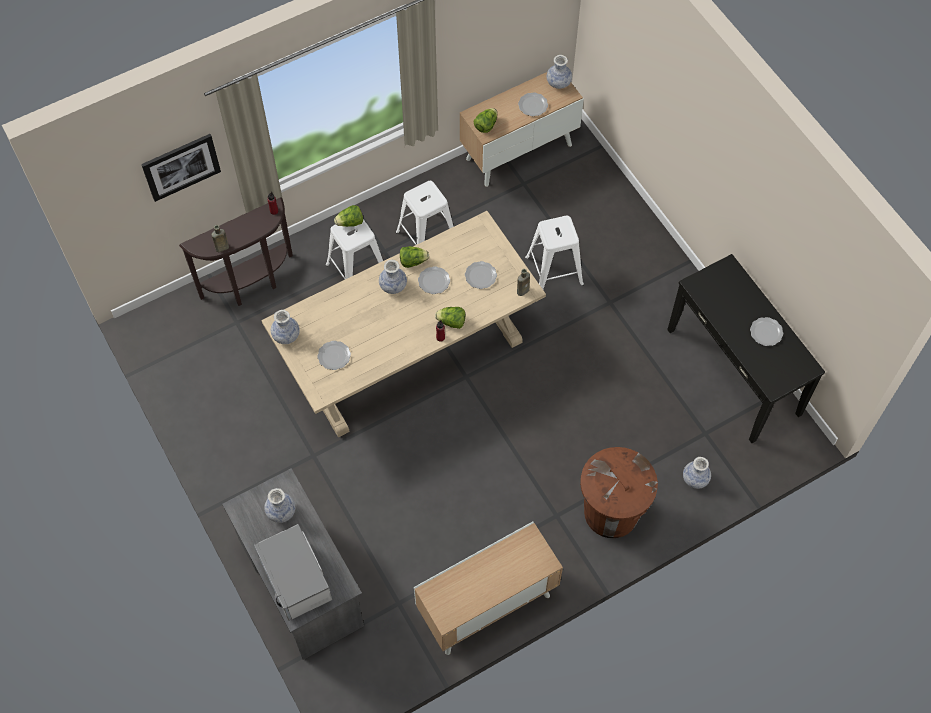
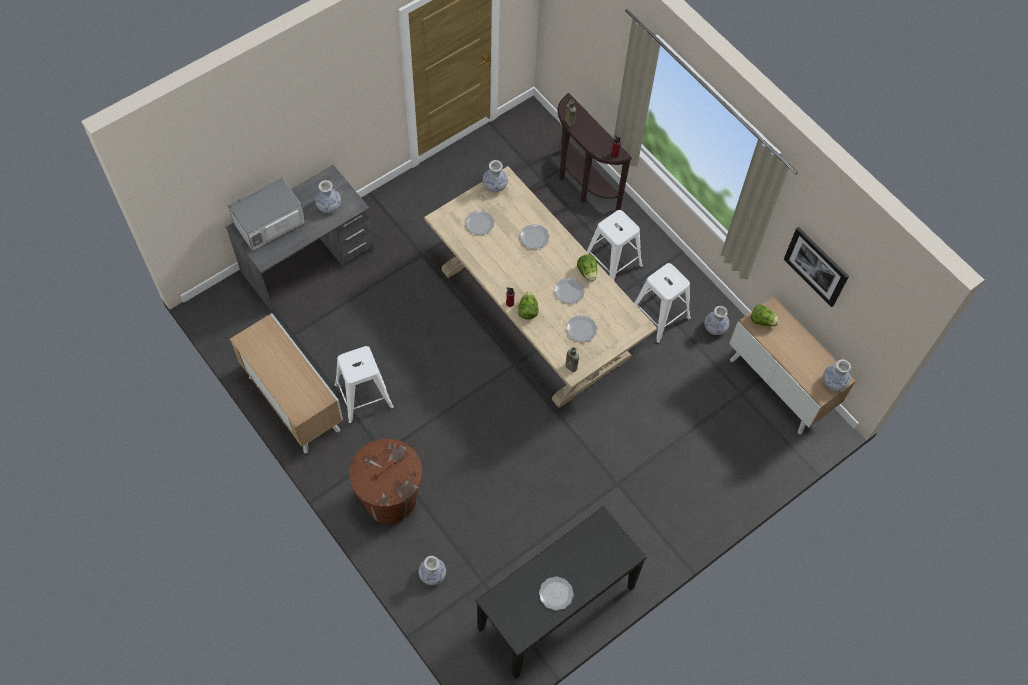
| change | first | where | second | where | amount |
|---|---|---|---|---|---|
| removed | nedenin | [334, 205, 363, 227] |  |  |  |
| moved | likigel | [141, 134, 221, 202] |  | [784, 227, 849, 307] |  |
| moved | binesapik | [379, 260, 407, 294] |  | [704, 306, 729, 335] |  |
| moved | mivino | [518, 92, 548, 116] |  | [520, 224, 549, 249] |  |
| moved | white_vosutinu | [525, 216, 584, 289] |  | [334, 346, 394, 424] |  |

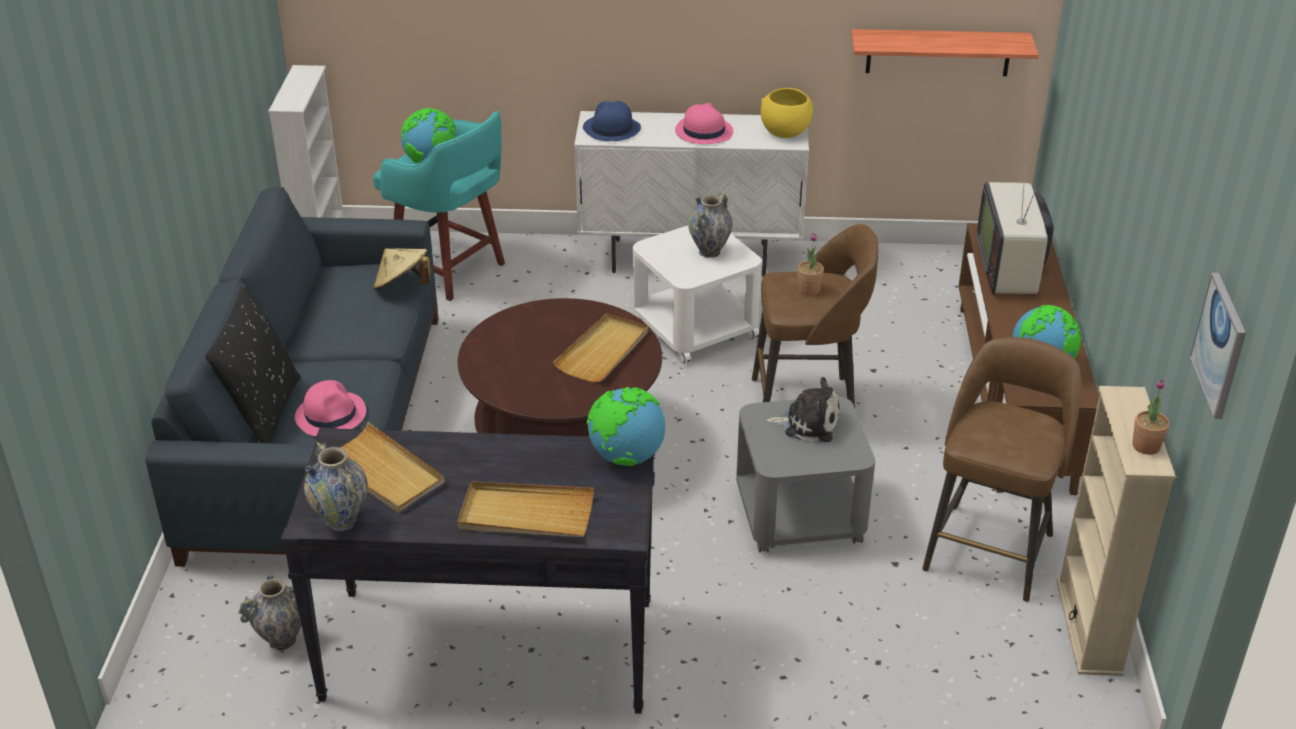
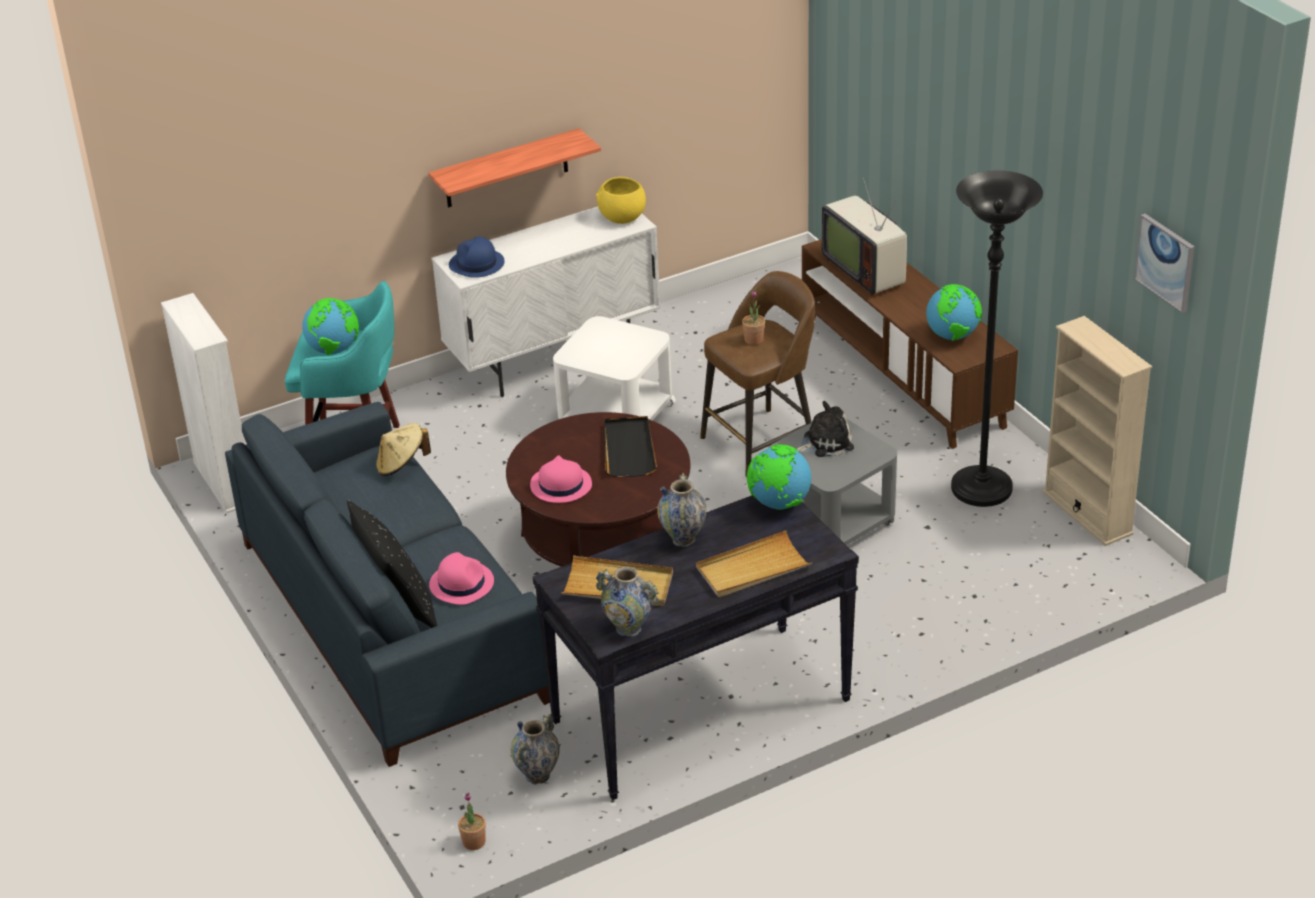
| change | first | where | second | where | amount |
|---|---|---|---|---|---|
| moved | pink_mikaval | [675, 103, 733, 144] |  | [530, 455, 592, 503] |  |
| moved | binesapik | [688, 193, 732, 258] |  | [657, 473, 707, 547] |  |
| moved | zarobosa | [851, 29, 1039, 76] |  | [428, 128, 601, 207] |  |
| moved | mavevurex | [1132, 380, 1170, 455] |  | [458, 792, 486, 850] |  |
| replaced | brown_vosutinu | [923, 337, 1081, 602] | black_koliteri | [951, 170, 1043, 507] |  |
| recoloured | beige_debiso | [553, 313, 648, 382] | black_debiso | [604, 416, 657, 477] |  |

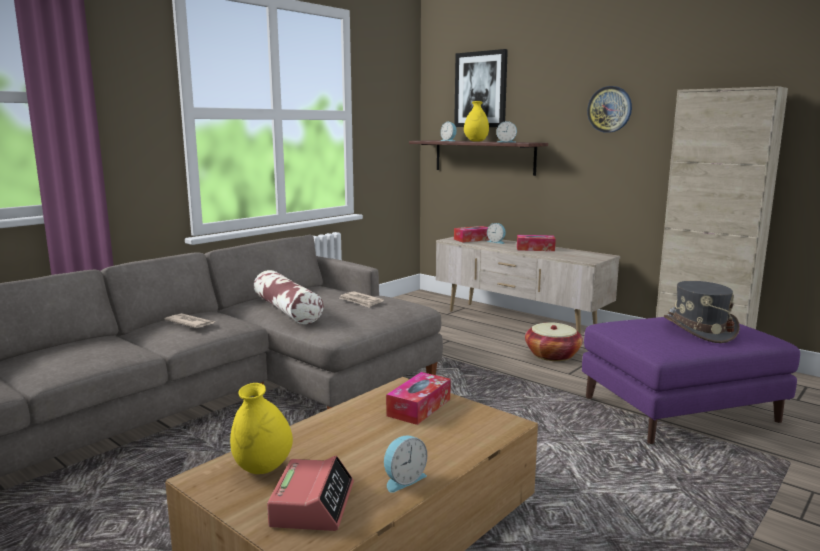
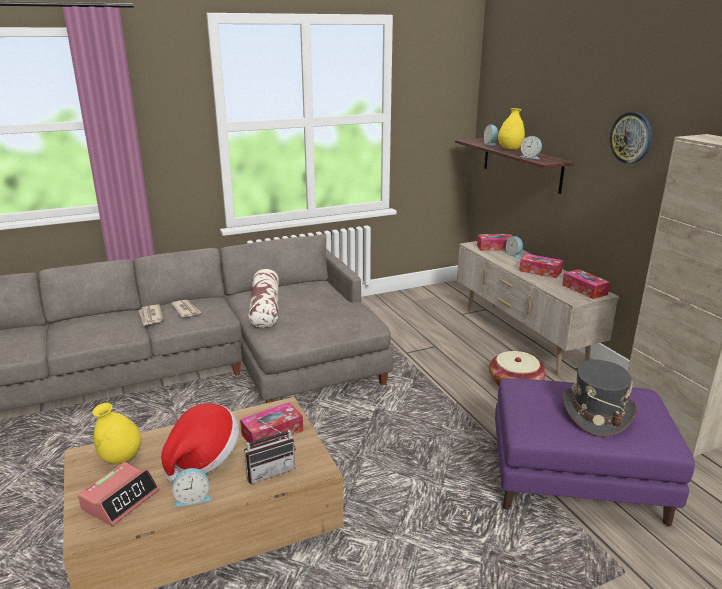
| change | first | where | second | where | amount |
|---|---|---|---|---|---|
| removed | likigel | [454, 49, 508, 127] |  |  |  |
| added |  |  | mikaval | [161, 403, 239, 482] |  |
| added |  |  | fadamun | [244, 418, 296, 484] |  |
| added |  |  | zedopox | [562, 269, 610, 299] |  |
| moved | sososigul | [339, 291, 384, 308] |  | [139, 304, 163, 326] |  |

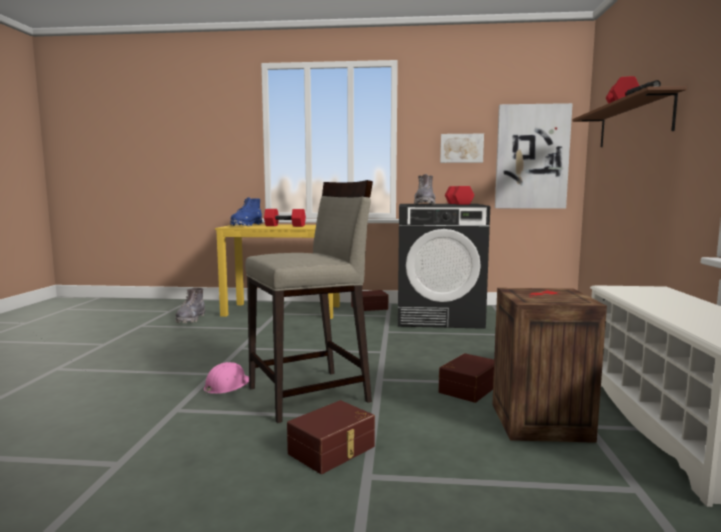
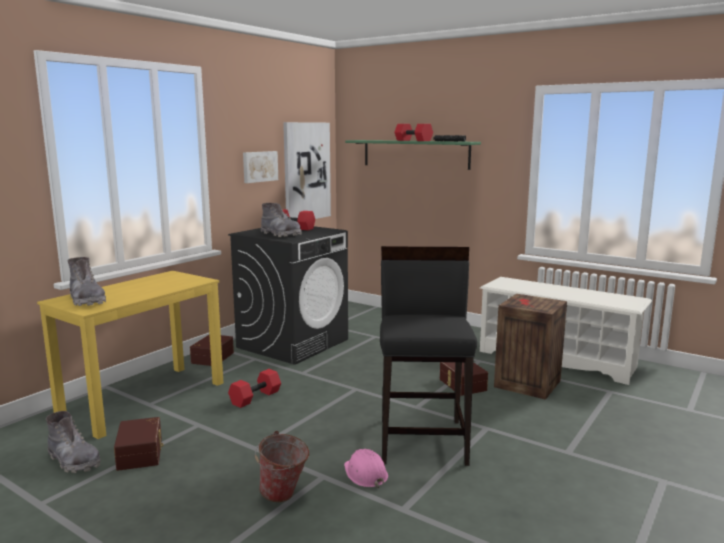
| change | first | where | second | where | amount |
|---|---|---|---|---|---|
| added |  |  | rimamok | [255, 431, 309, 502] |  |
| moved | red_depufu | [264, 209, 306, 227] |  | [228, 369, 281, 408] |  |
| moved | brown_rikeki | [287, 400, 375, 474] |  | [114, 417, 163, 471] |  |
| recoloured | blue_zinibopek | [230, 197, 263, 227] | grey_zinibopek | [68, 257, 106, 306] |  |
| recoloured | beige_vosutinu | [245, 180, 373, 423] | black_vosutinu | [380, 246, 477, 466] |  |
| recoloured | brown_zarobosa | [572, 86, 687, 147] | green_zarobosa | [345, 140, 481, 170] |  |

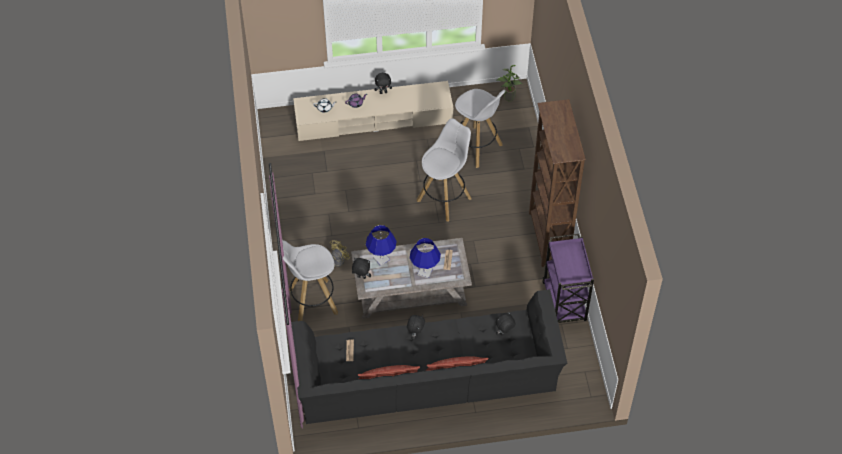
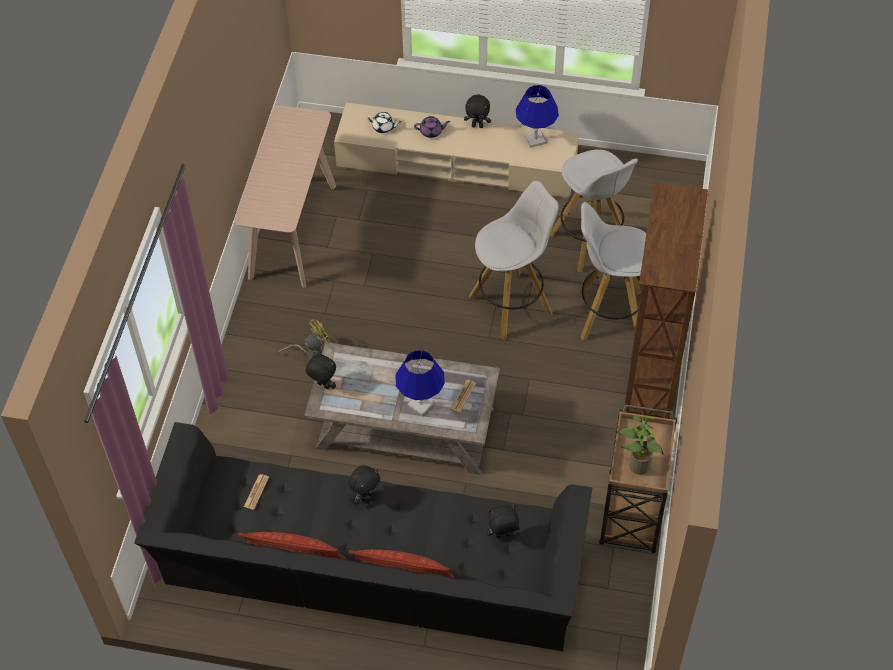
| change | first | where | second | where | amount |
|---|---|---|---|---|---|
| added |  |  | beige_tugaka | [234, 105, 336, 288] |  |
| moved | white_vosutinu | [282, 240, 338, 321] |  | [580, 202, 646, 341] |  |
| moved | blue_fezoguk | [366, 225, 397, 266] |  | [515, 85, 559, 147] |  |
| moved | mavevurex | [496, 65, 522, 102] |  | [615, 416, 664, 475] |  |
| recoloured | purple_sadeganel | [543, 234, 594, 323] | brown_sadeganel | [599, 405, 677, 553] |  |

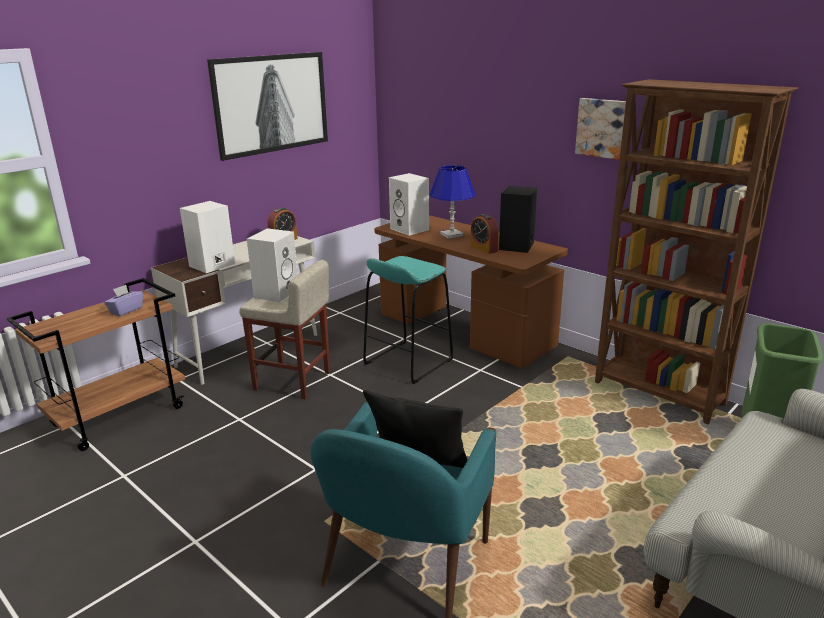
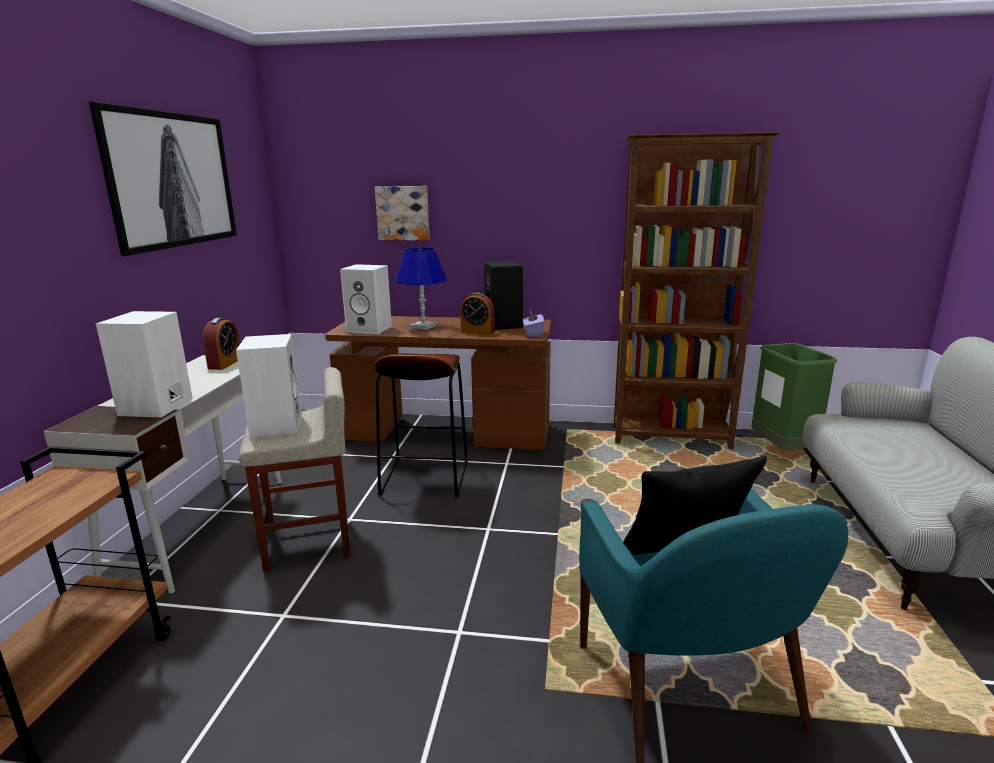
| change | first | where | second | where | amount |
|---|---|---|---|---|---|
| moved | purple_zedopox | [104, 285, 143, 316] |  | [523, 310, 544, 337] |  |
| moved | likigel | [575, 98, 626, 160] |  | [375, 186, 430, 241] |  |
| recoloured | turquoise_vosutinu | [363, 256, 453, 384] | brown_vosutinu | [375, 353, 468, 497] |  |

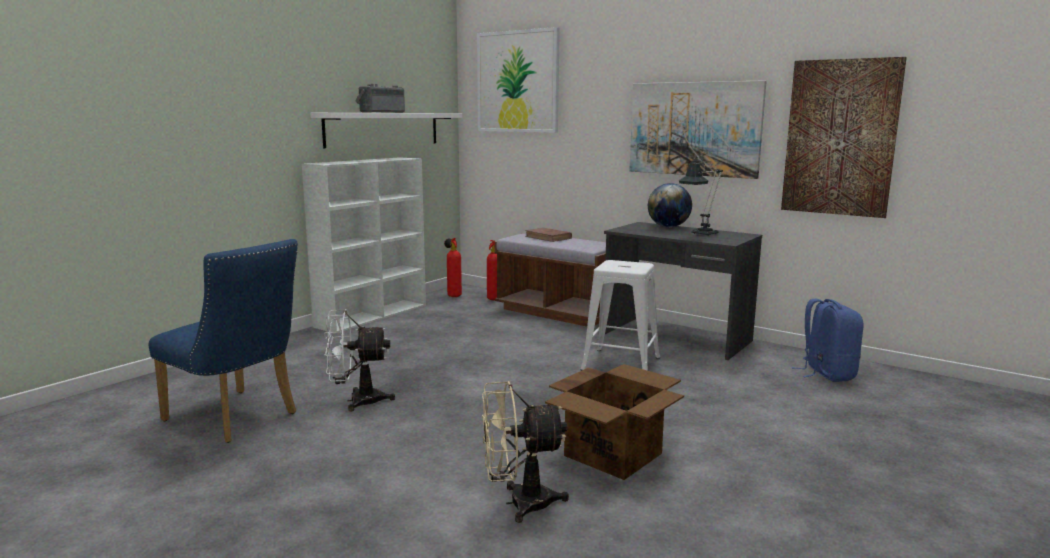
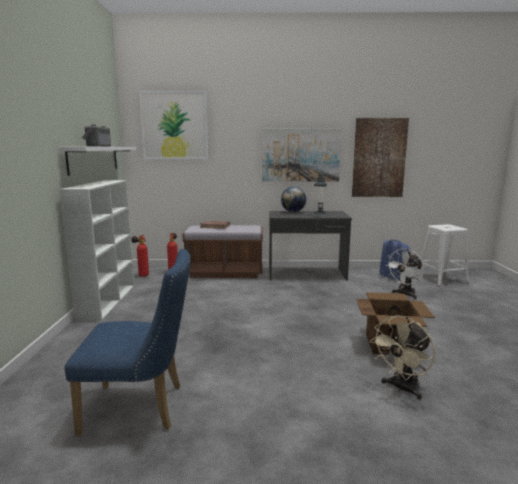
| change | first | where | second | where | amount |
|---|---|---|---|---|---|
| moved | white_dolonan | [324, 309, 395, 412] |  | [385, 248, 424, 299] |  |
| moved | white_vosutinu | [581, 260, 660, 371] |  | [416, 224, 470, 286] |  |

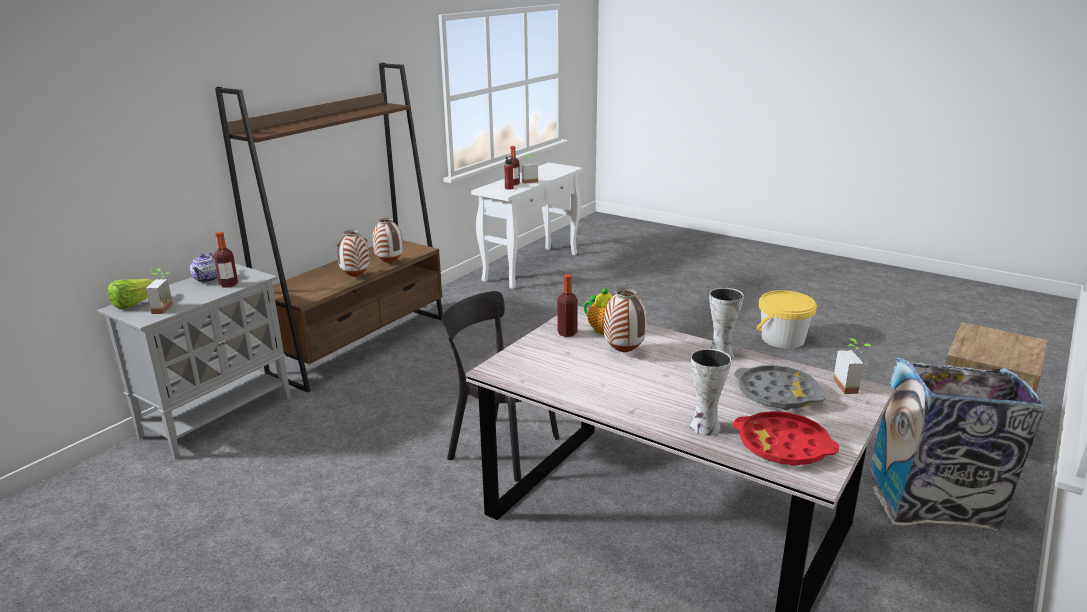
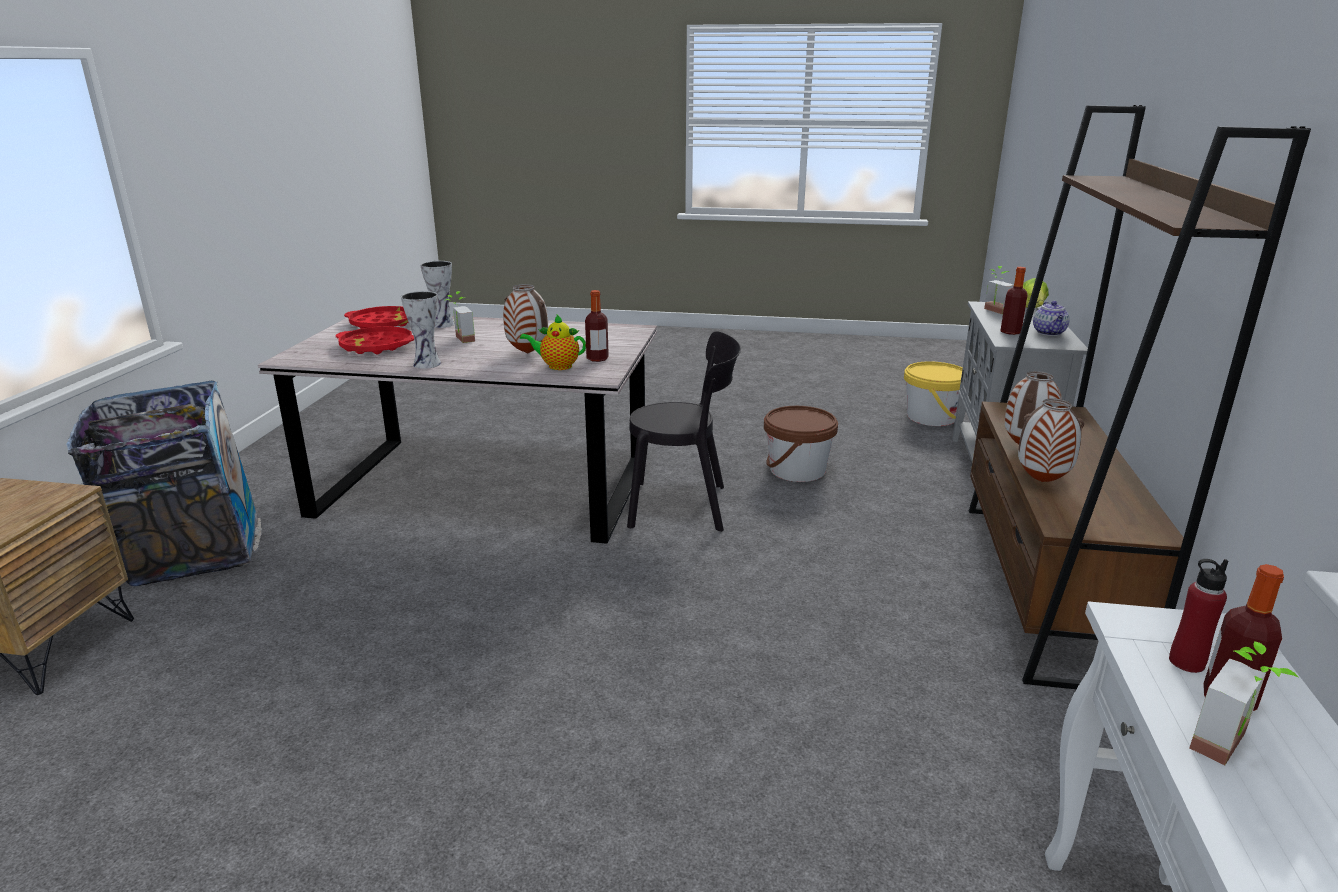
| change | first | where | second | where | amount |
|---|---|---|---|---|---|
| added |  |  | brown_rimamok | [764, 406, 838, 482] |  |
| moved | yellow_rimamok | [756, 290, 817, 349] |  | [904, 361, 963, 426] |  |
| moved | mavevurex | [833, 338, 871, 394] |  | [444, 291, 475, 343] |  |
| recoloured | grey_debiso | [734, 365, 827, 410] | red_debiso | [336, 326, 414, 354] |  |
| turned | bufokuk | [190, 253, 218, 282] |  | [1033, 301, 1070, 336] | 150 degrees counterclockwise |

